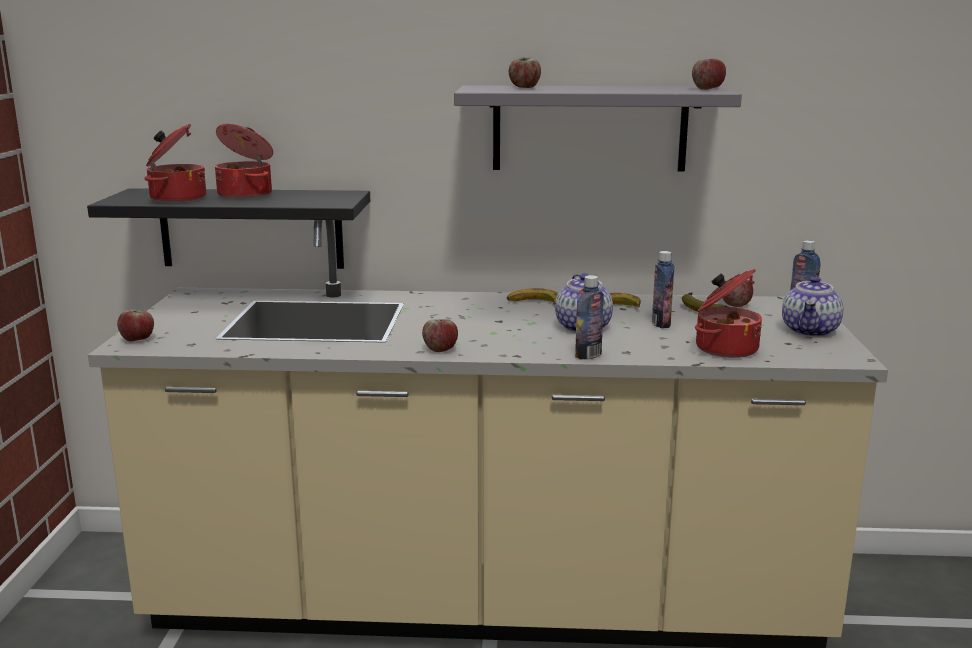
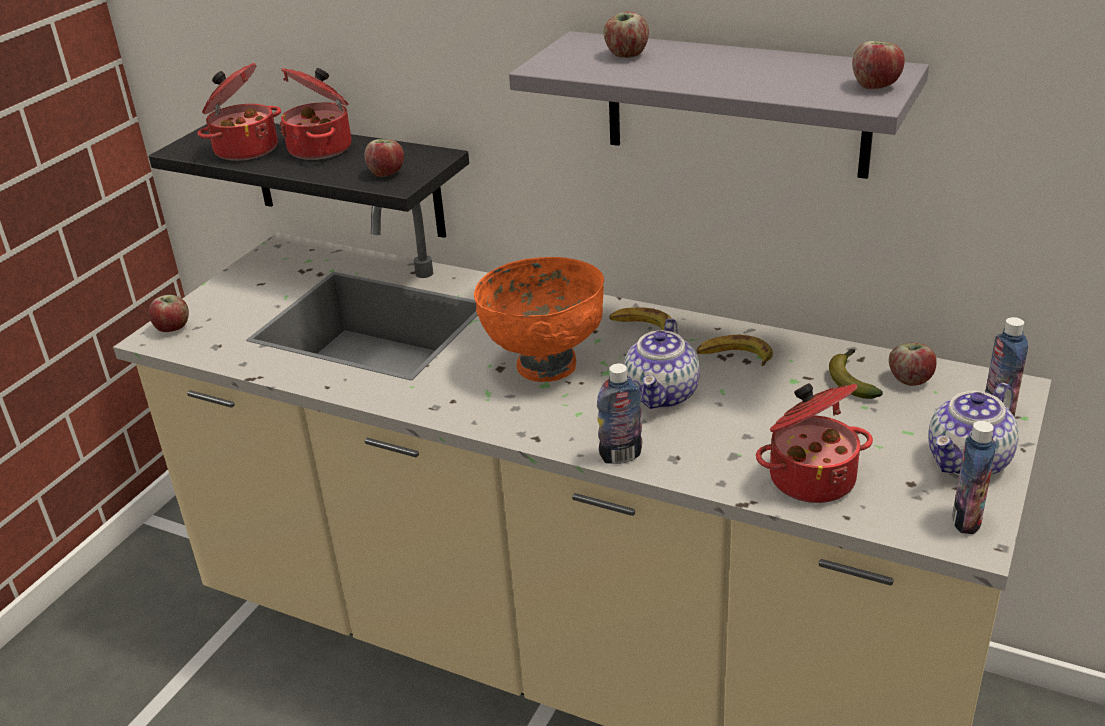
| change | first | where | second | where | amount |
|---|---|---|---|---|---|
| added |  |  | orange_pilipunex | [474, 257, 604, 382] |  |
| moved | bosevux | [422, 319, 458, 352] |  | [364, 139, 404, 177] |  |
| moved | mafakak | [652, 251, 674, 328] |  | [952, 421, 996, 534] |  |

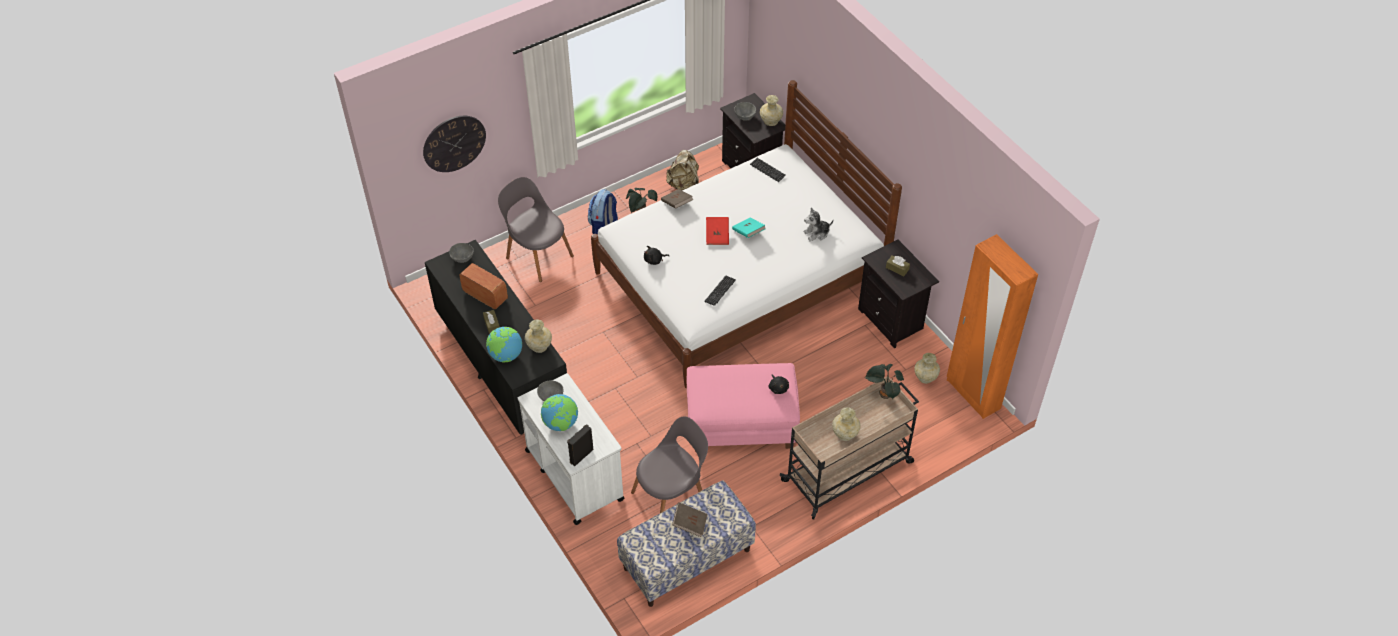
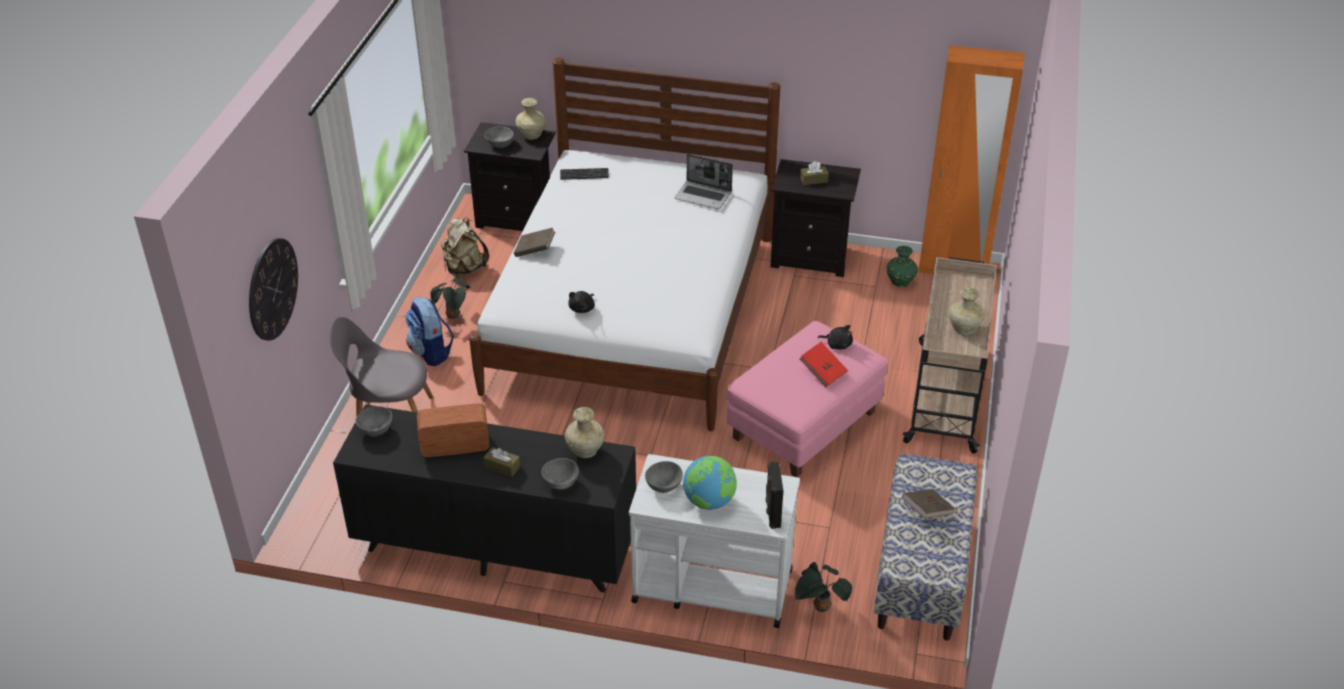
| change | first | where | second | where | amount |
|---|---|---|---|---|---|
| removed | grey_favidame | [631, 416, 708, 513] |  |  |  |
| removed | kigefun | [704, 276, 736, 306] |  |  |  |
| removed | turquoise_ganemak | [732, 218, 766, 238] |  |  |  |
| moved | red_ganemak | [706, 217, 729, 245] |  | [799, 342, 848, 387] |  |
| moved | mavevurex | [865, 364, 904, 399] |  | [795, 562, 852, 612] |  |
| replaced | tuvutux | [486, 327, 522, 362] | grey_pilipunex | [541, 458, 579, 489] |  |
| replaced | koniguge | [804, 208, 833, 241] | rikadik | [674, 154, 733, 209] |  |
| recoloured | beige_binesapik | [914, 353, 940, 384] | green_binesapik | [887, 246, 918, 287] |  |

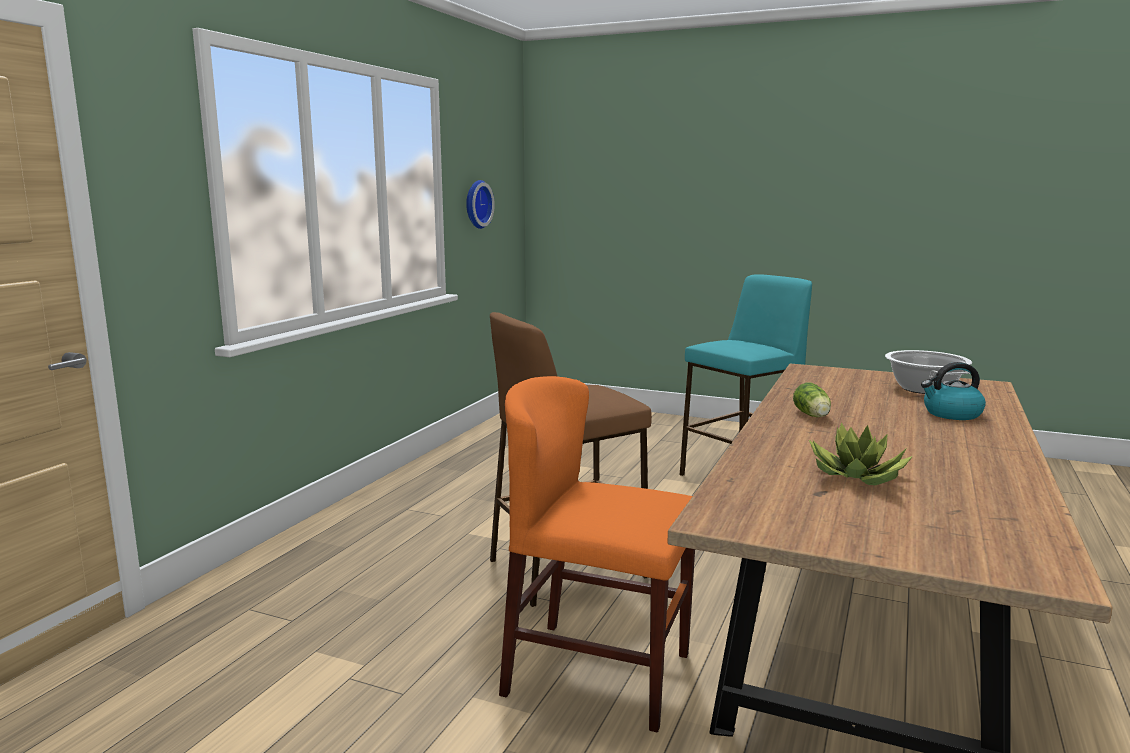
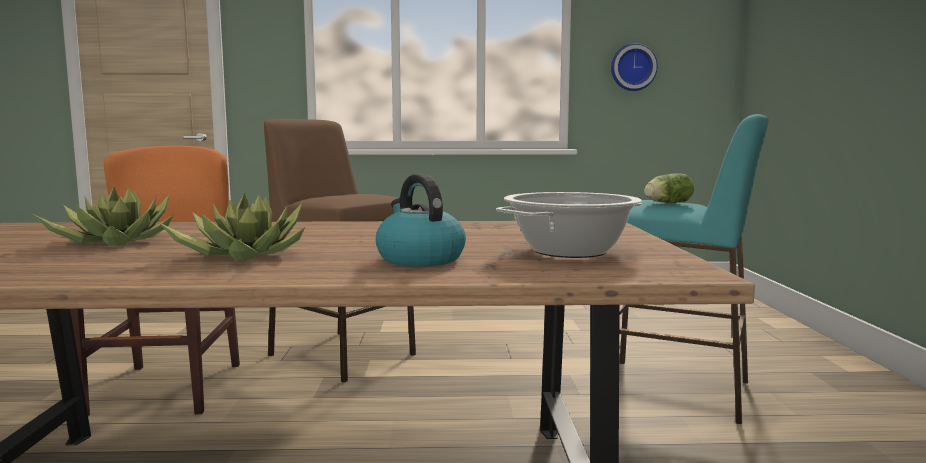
| change | first | where | second | where | amount |
|---|---|---|---|---|---|
| added |  |  | mavevurex | [160, 192, 305, 261] |  |
| moved | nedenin | [793, 383, 831, 417] |  | [644, 173, 694, 203] |  |

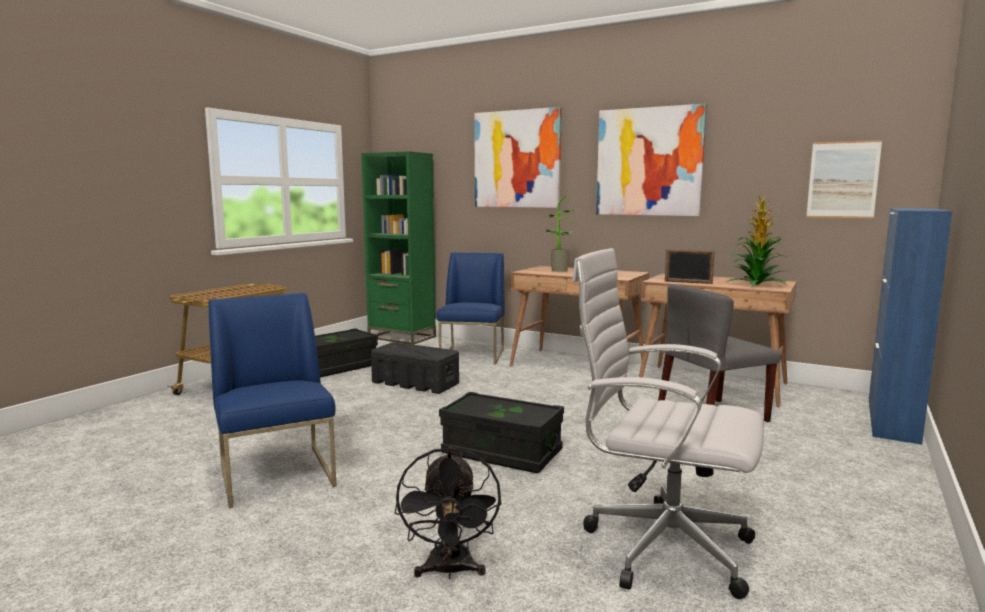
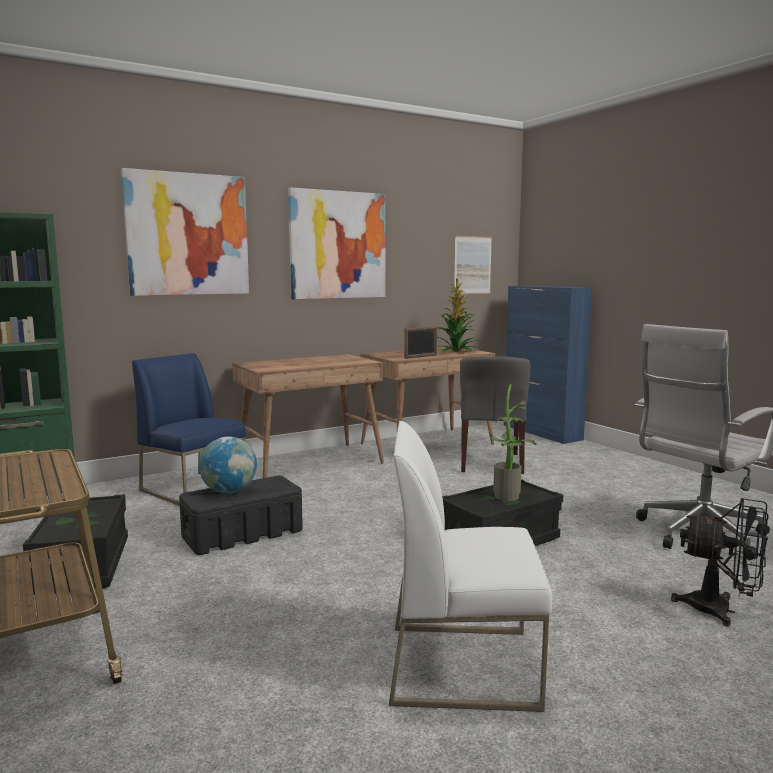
| change | first | where | second | where | amount |
|---|---|---|---|---|---|
| added |  |  | tuvutux | [199, 437, 257, 493] |  |
| moved | mavevurex | [546, 195, 579, 272] |  | [491, 384, 537, 501] |  |
| recoloured | blue_favidame | [209, 293, 336, 508] | white_favidame | [389, 421, 552, 712] |  |

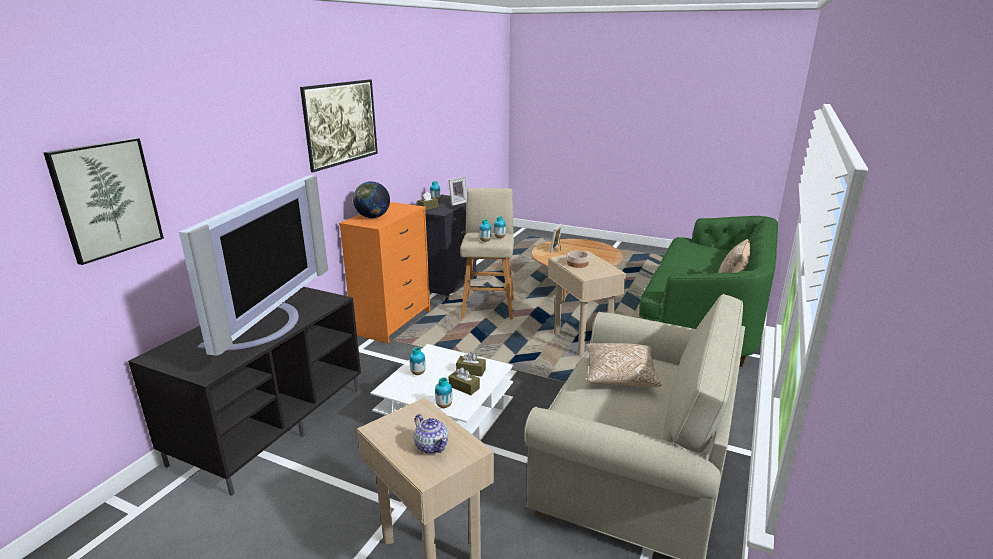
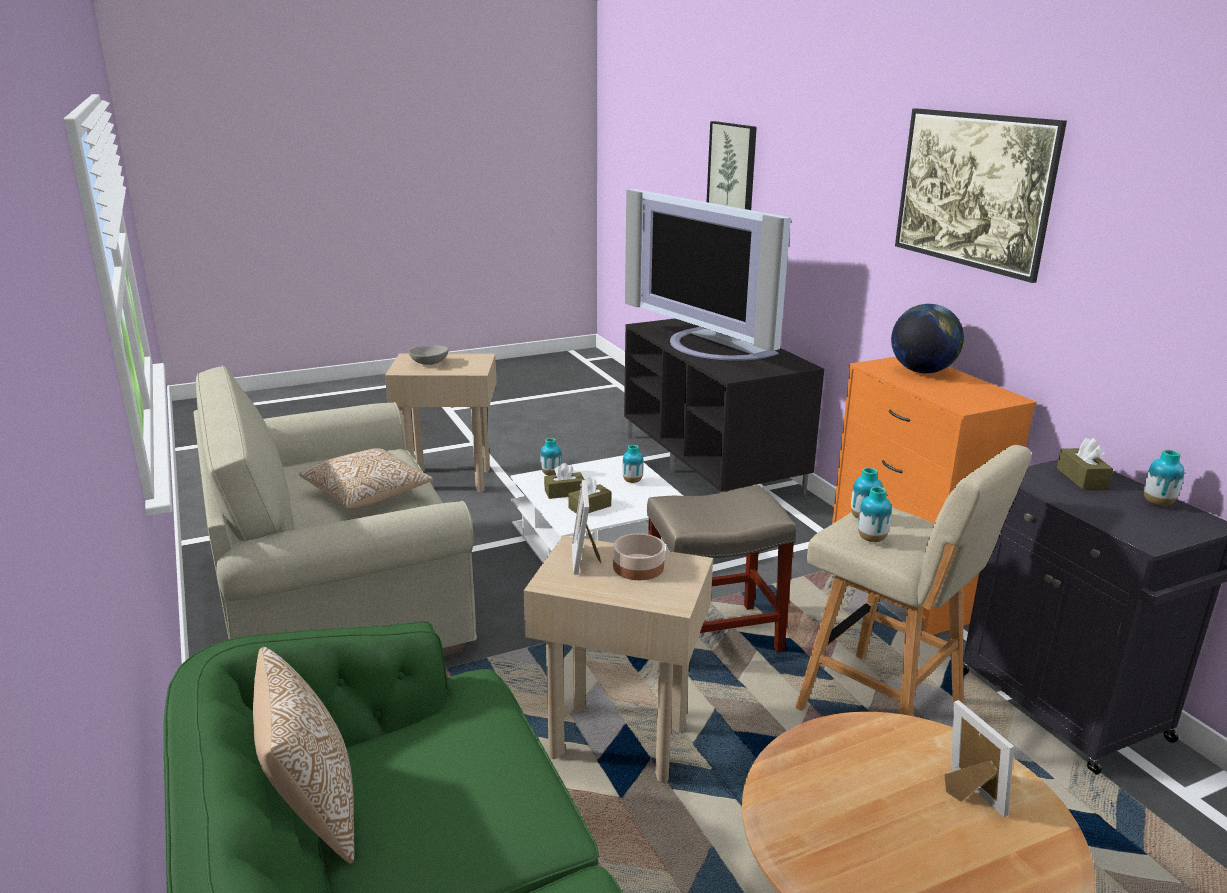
| change | first | where | second | where | amount |
|---|---|---|---|---|---|
| added |  |  | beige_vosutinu | [647, 485, 796, 653] |  |
| moved | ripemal | [448, 177, 467, 206] |  | [572, 480, 601, 575] |  |
| replaced | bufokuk | [414, 414, 448, 454] | grey_pilipunex | [409, 345, 449, 365] |  |

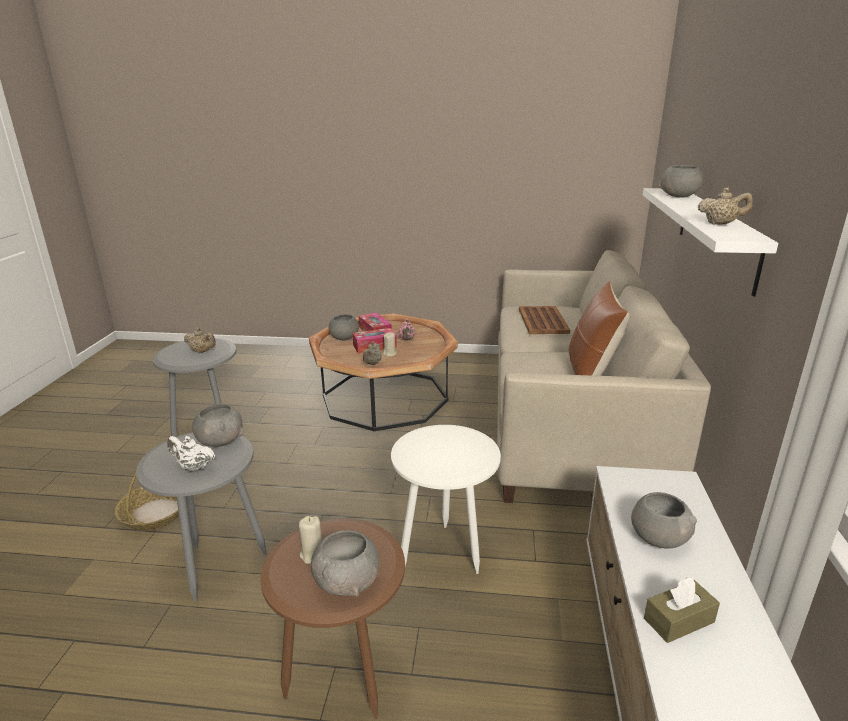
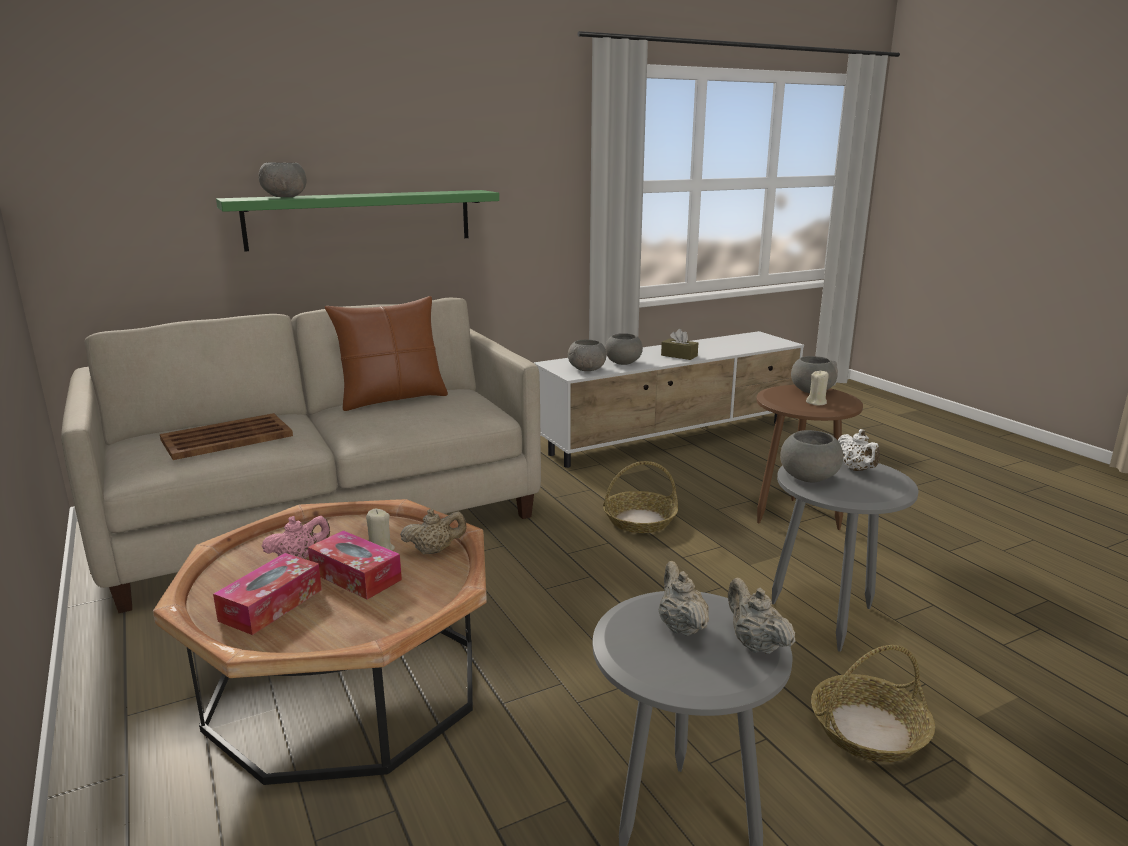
| change | first | where | second | where | amount |
|---|---|---|---|---|---|
| moved | grey_pilipunex | [329, 314, 359, 340] |  | [568, 340, 606, 371] |  |
| moved | beige_bufokuk | [698, 187, 753, 225] |  | [728, 577, 796, 654] |  |
| replaced | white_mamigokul | [391, 425, 501, 574] | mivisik | [603, 461, 678, 533] |  |
| recoloured | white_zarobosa | [643, 188, 778, 297] | green_zarobosa | [216, 190, 499, 251] |  |

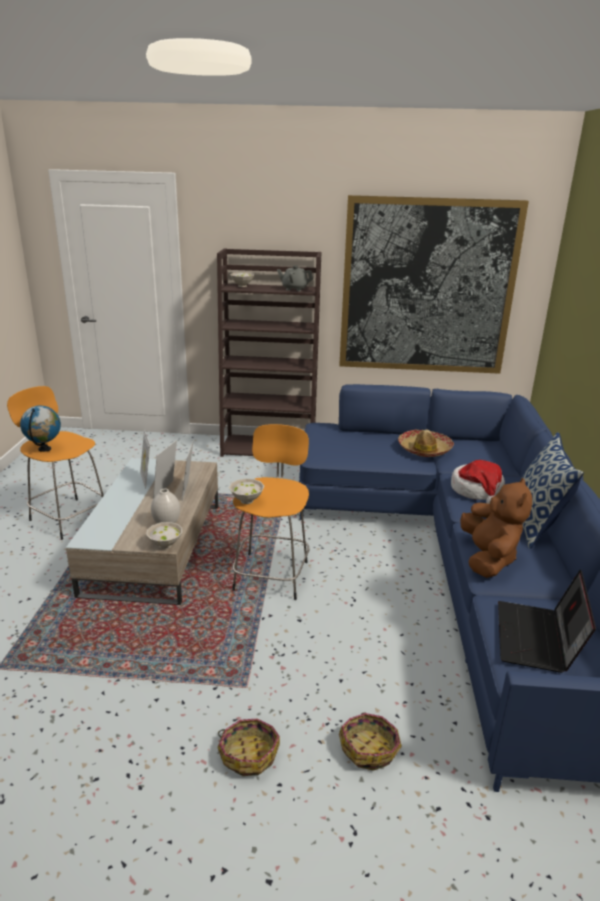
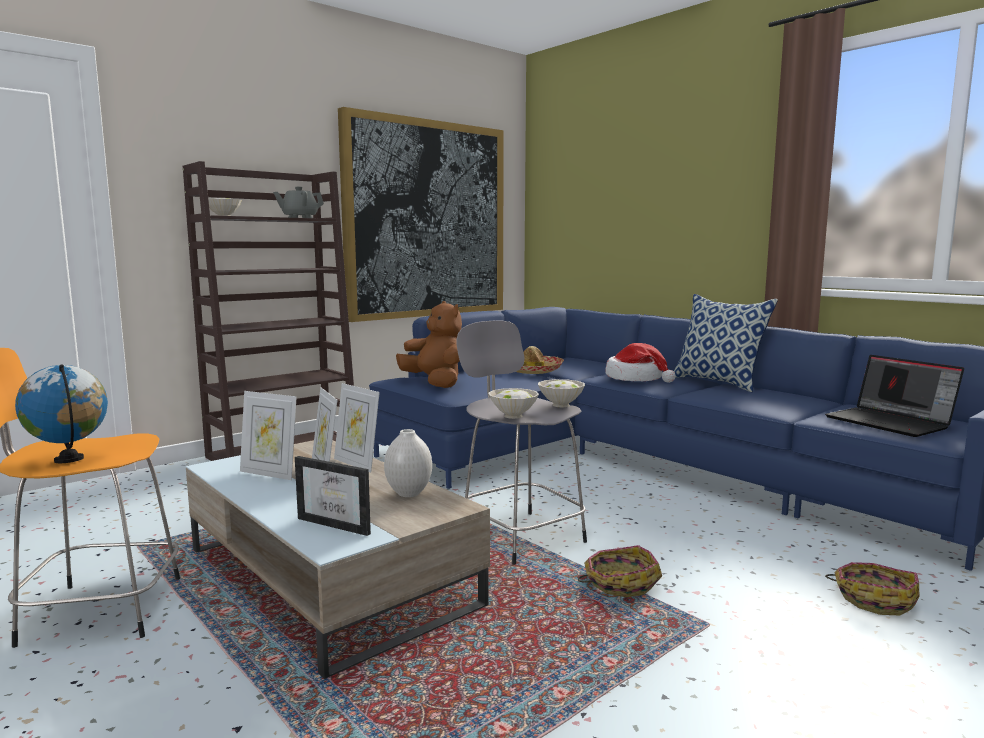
| change | first | where | second | where | amount |
|---|---|---|---|---|---|
| added |  |  | ripemal | [295, 456, 371, 536] |  |
| moved | white_pilipunex | [146, 522, 182, 549] |  | [538, 379, 585, 407] |  |
| moved | mivisik | [217, 718, 280, 776] |  | [578, 545, 662, 597] |  |
| moved | brown_koniguge | [460, 478, 532, 578] |  | [396, 301, 462, 388] |  |
| recoloured | orange_vosutinu | [232, 424, 310, 600] | grey_vosutinu | [456, 321, 587, 565] |  |

